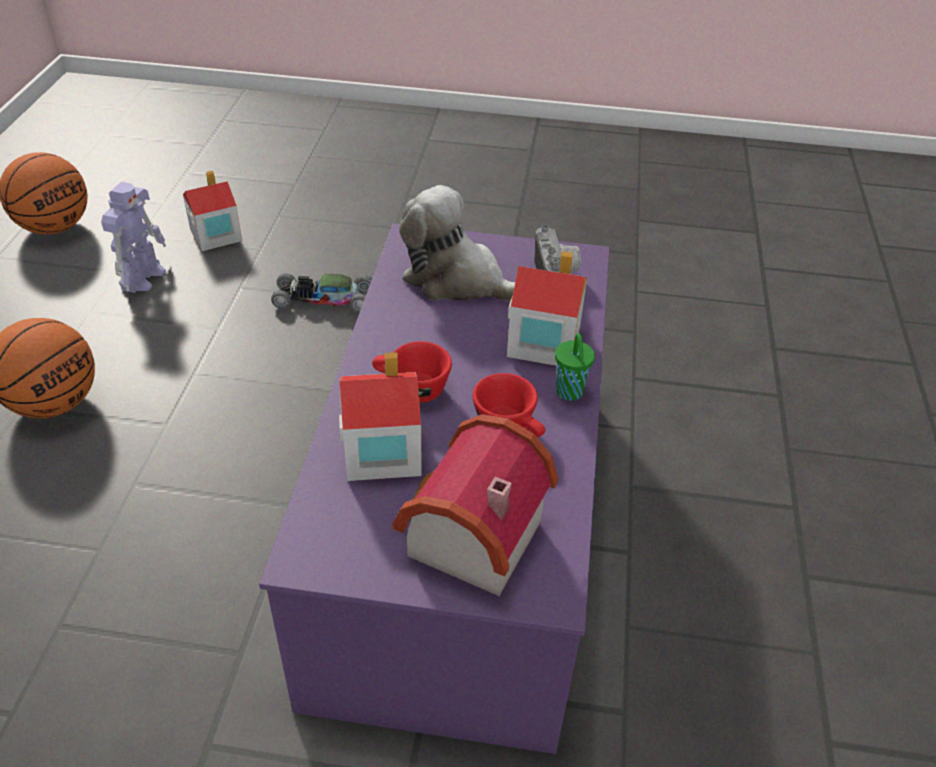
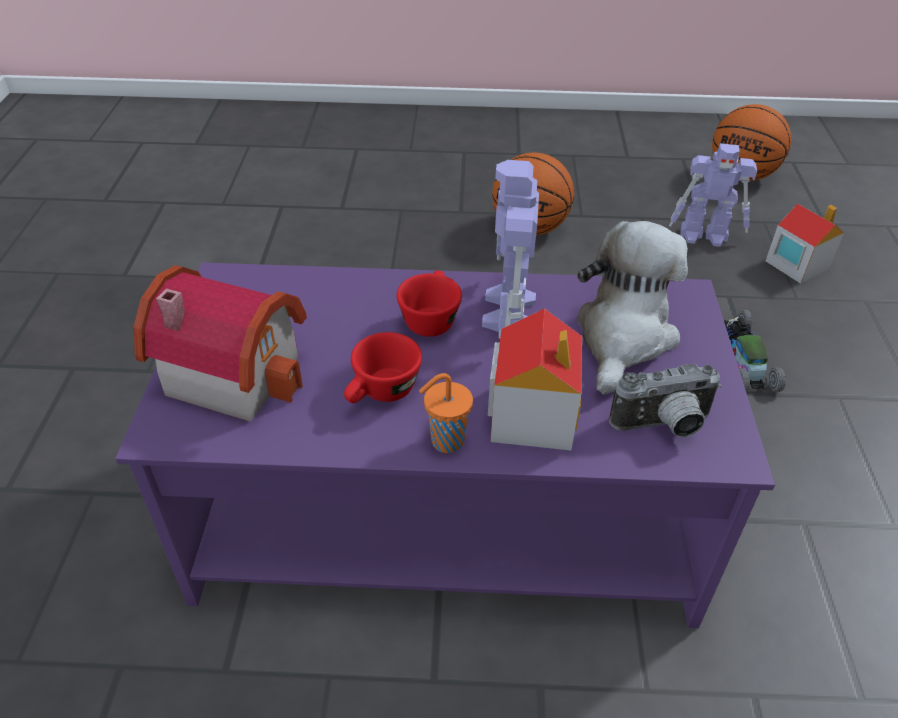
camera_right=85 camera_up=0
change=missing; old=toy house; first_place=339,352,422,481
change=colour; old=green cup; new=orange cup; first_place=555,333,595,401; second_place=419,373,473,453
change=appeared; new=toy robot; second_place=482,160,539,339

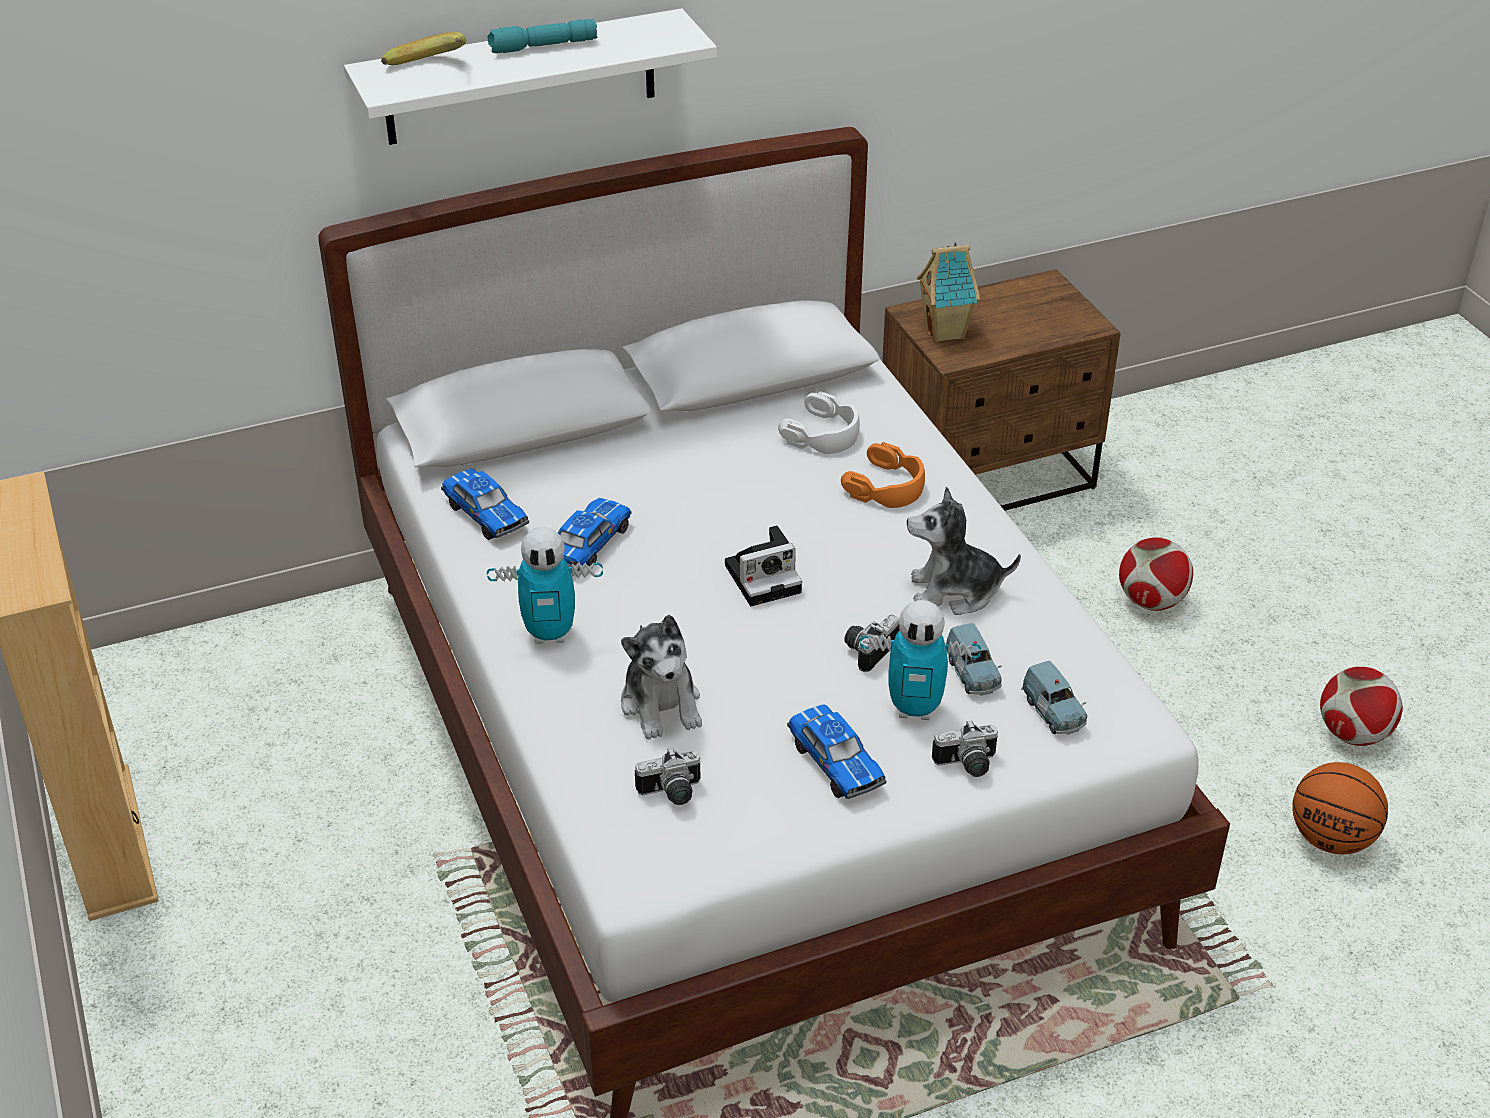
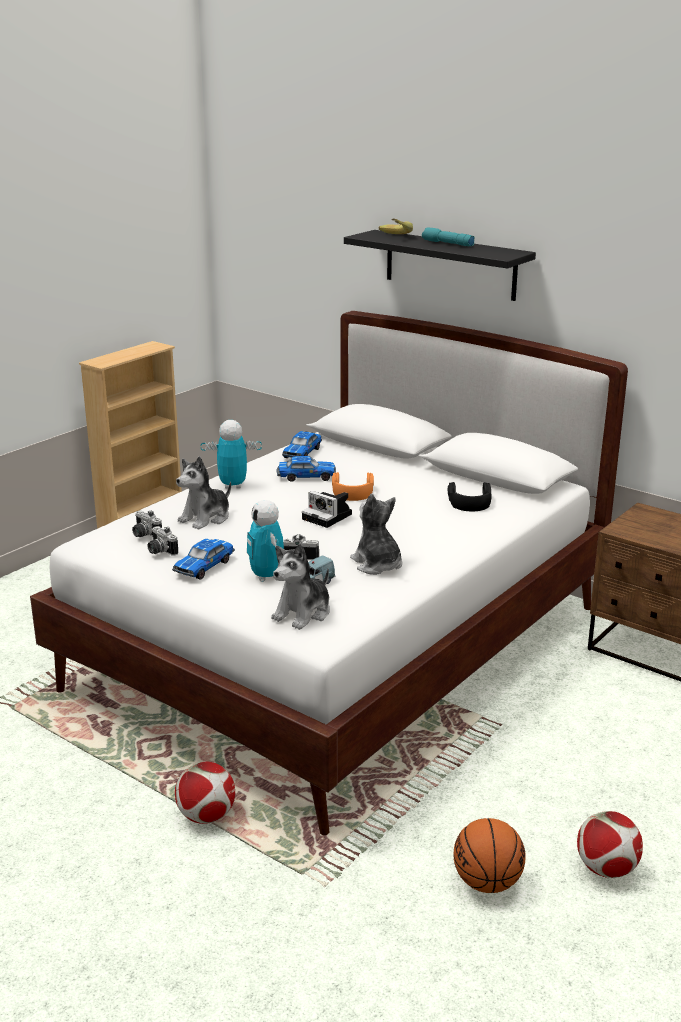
camera_right=60 camera_up=-15
change=colour; old=white shelf; new=black shelf; first_place=344,8,717,145; second_place=344,230,536,301
change=spun; old=toy robot; first_place=487,527,603,644; second_place=201,420,262,489; degrees=120
change=colour; old=white headphones; new=black headphones; first_place=778,391,860,454; second_place=448,482,491,511
change=relocated; old=orange headphones; first_place=841,442,925,508; second_place=332,472,374,501
change=missing; old=toy house; first_place=917,242,980,342
change=relocated; old=photo camera; first_place=932,720,998,777; second_place=147,526,178,556
change=exchanged; old=blue toy car; new=plush toy; first_place=1021,661,1087,735; second_place=271,543,330,630
change=relocated; old=football; first_place=1119,537,1193,611; second_place=175,762,235,824

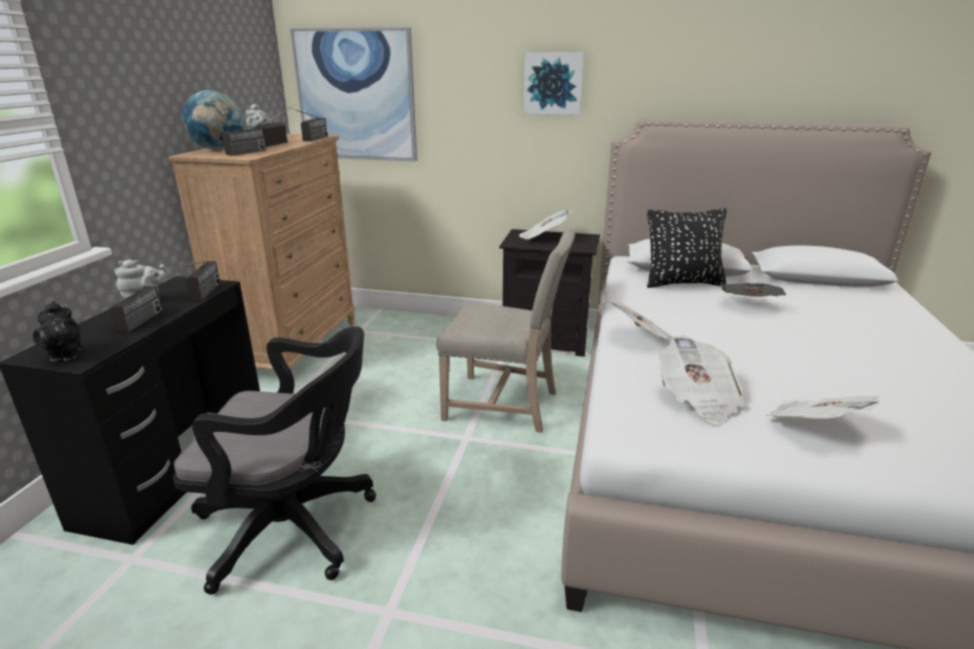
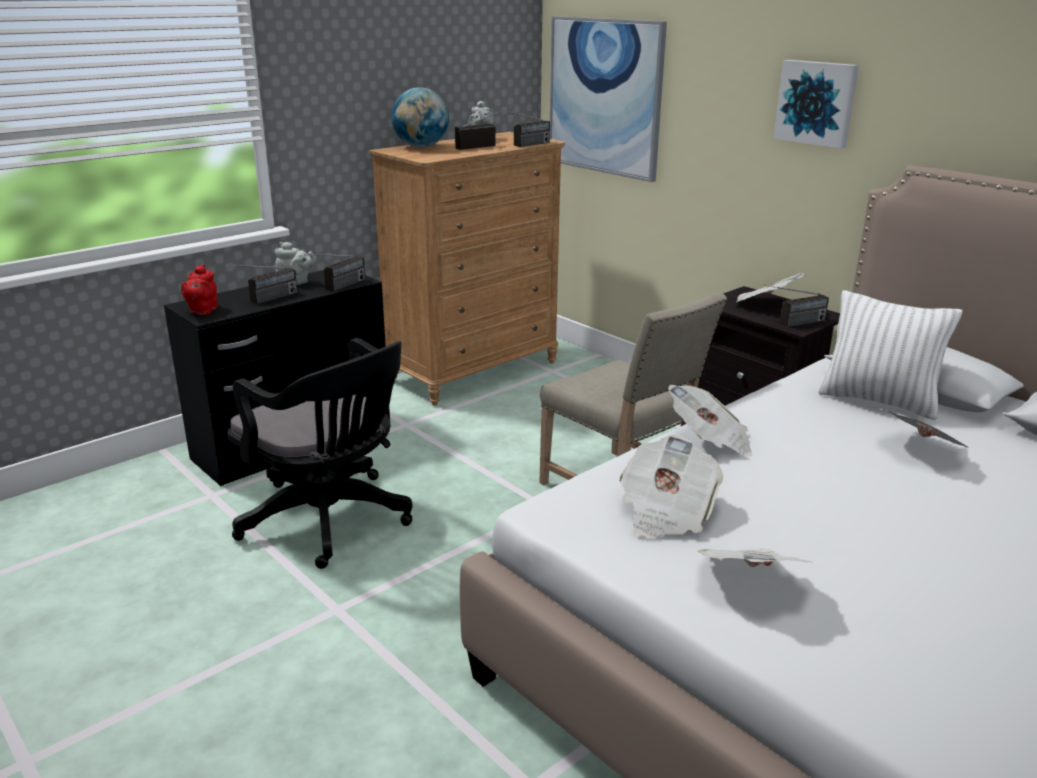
camera_right=35 camera_up=0
change=colour; old=black teapot; new=red teapot; first_place=33,301,82,362; second_place=181,264,218,315
change=relocated; old=radio; first_place=198,116,266,156; second_place=764,285,829,327
change=colour; old=black pillow; new=white pillow; first_place=647,208,727,288; second_place=819,290,962,420

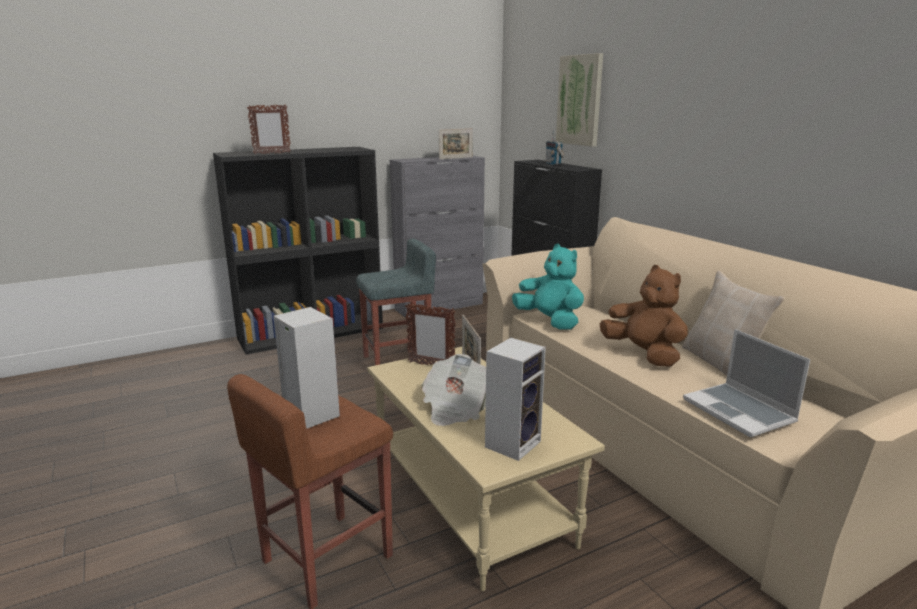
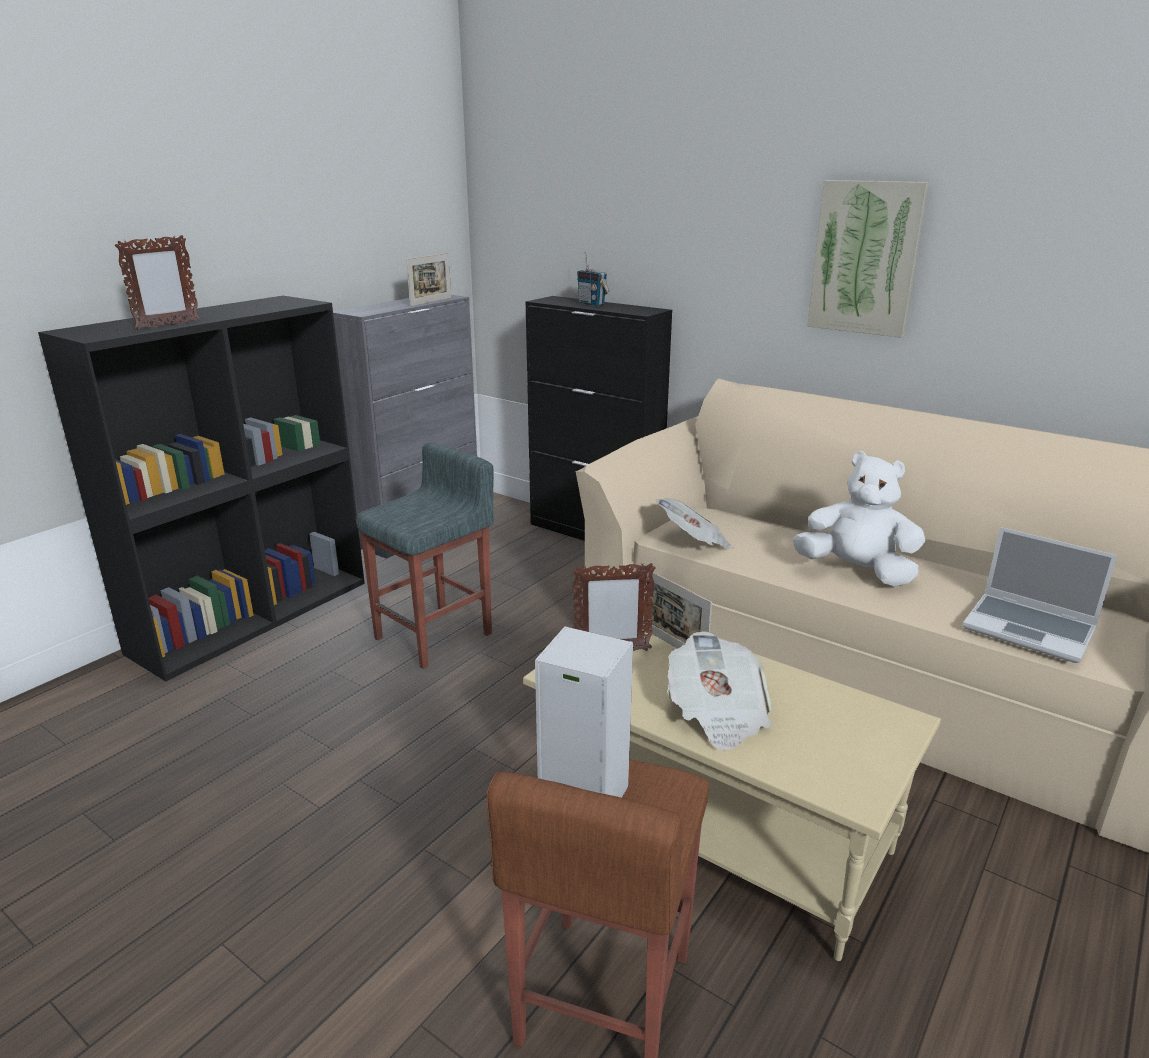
camera_right=-25 camera_up=5
change=missing; old=speaker; first_place=485,338,546,461
change=exchanged; old=turquoise plush toy; new=newspaper; first_place=512,244,584,330; second_place=656,498,734,549
change=relocated; old=picture; first_place=556,53,603,147; second_place=807,180,929,338
change=colour; old=brown plush toy; new=white plush toy; first_place=600,265,688,367; second_place=793,451,925,586
change=missing; old=beige pillow; first_place=682,271,785,376

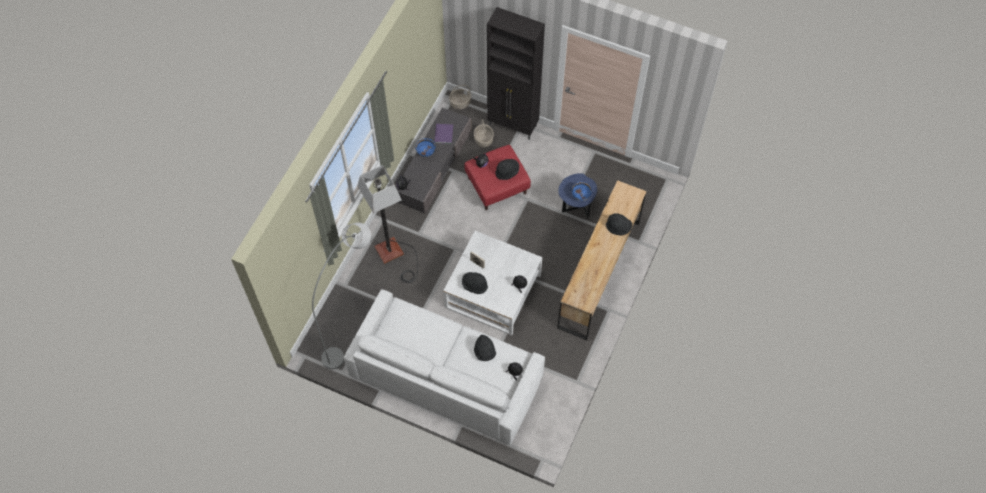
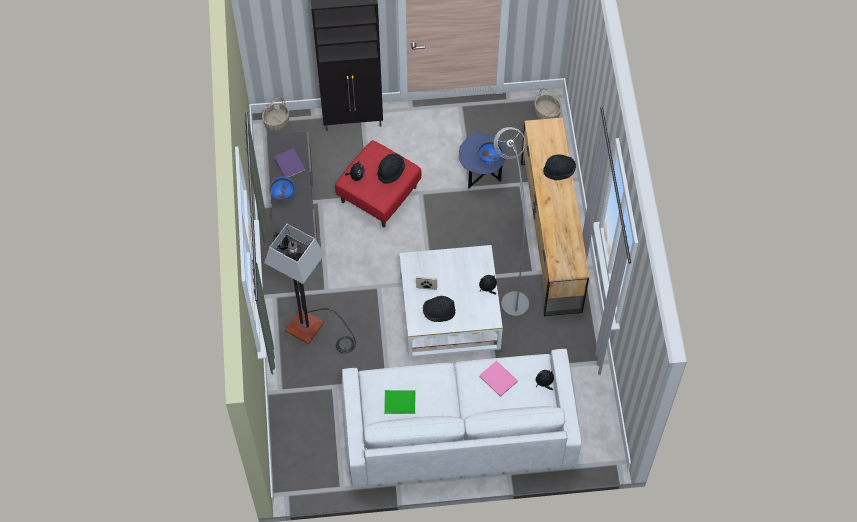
camera_right=-30 camera_up=0
change=relocated; old=grey floor lamp; first_place=312,223,371,369; second_place=494,127,529,318
change=relocated; old=basket; first_place=474,120,494,147; second_place=535,88,562,119
change=exchanged; old=black hat; new=pink book; first_place=474,335,496,361; second_place=479,361,518,397
change=appeared; new=green book; second_place=384,390,415,414

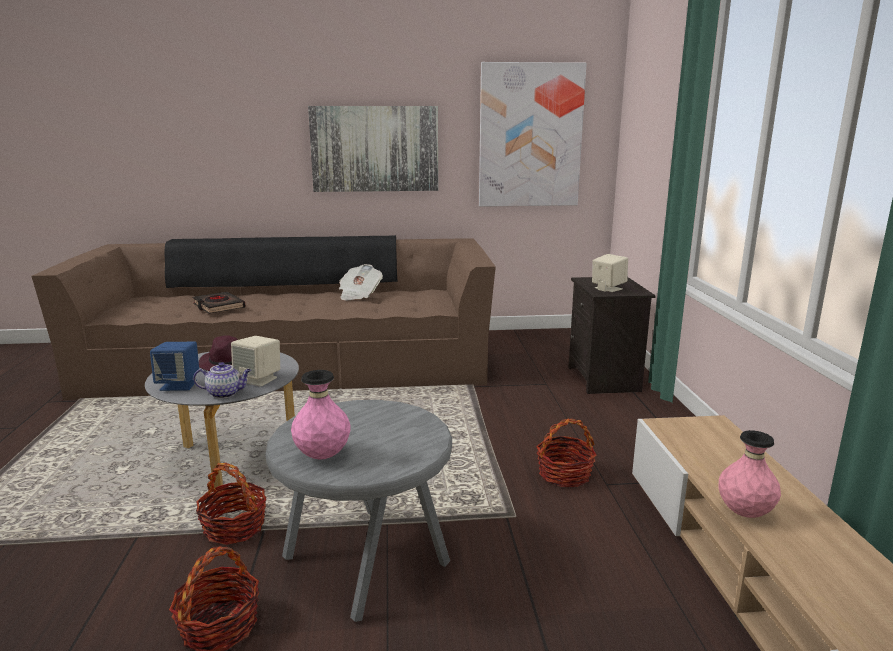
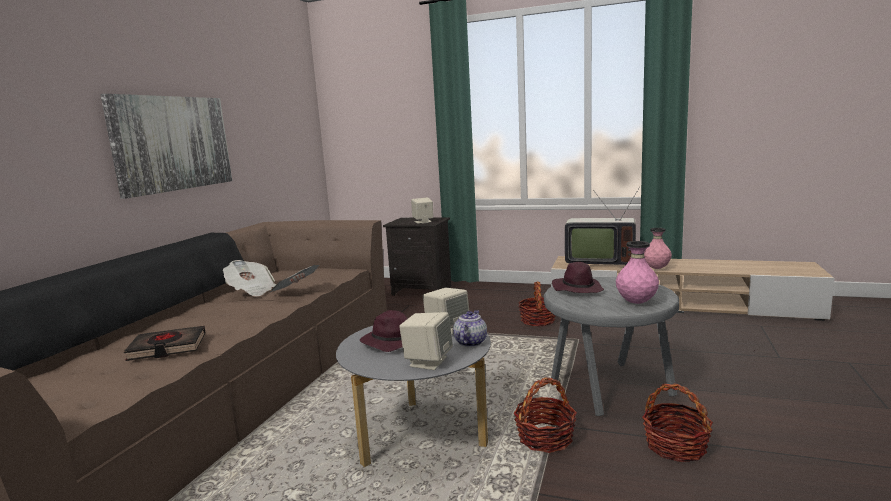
camera_right=-65 camera_up=-5
change=colour; old=blue speaker; new=beige speaker; first_place=150,342,199,391; second_place=399,312,453,370
change=missing; old=picture; first_place=479,62,587,207
change=appeared; new=newspaper; second_place=270,265,320,292
change=appeared; new=purple hat; second_place=552,262,604,293
change=appeared; new=television; second_place=565,187,640,265

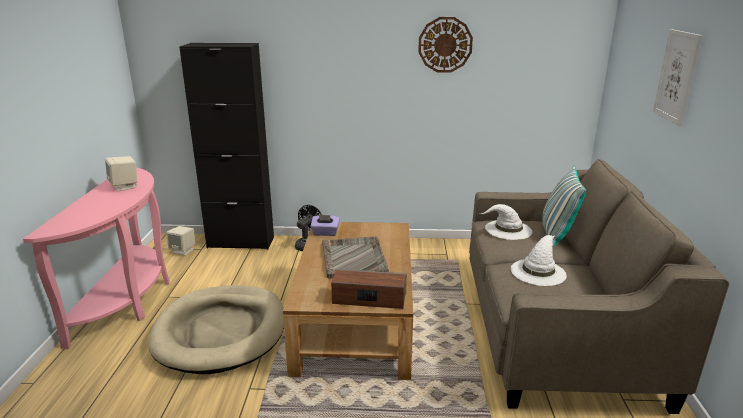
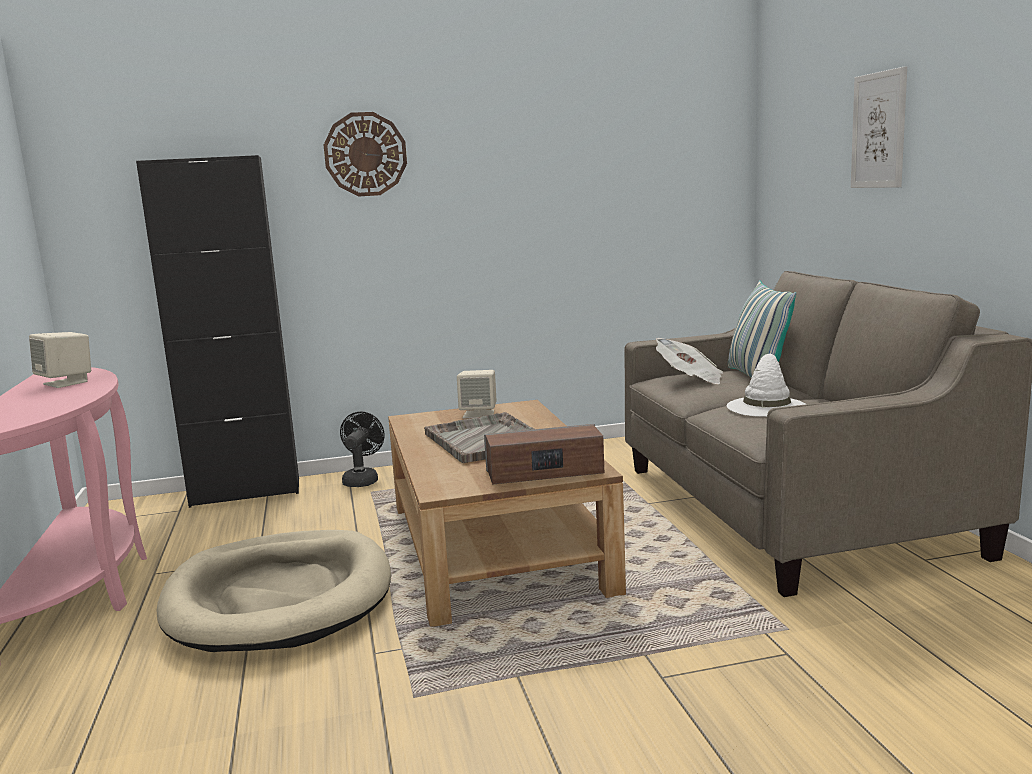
camera_right=-15 camera_up=-10
change=relocated; old=beige speaker; first_place=166,226,195,255; second_place=457,370,497,419
change=missing; old=purple tissue box; first_place=310,214,340,236
change=relocated; old=wall clock; first_place=418,17,473,72; second_place=324,112,407,196
change=exchanged; old=white hat; new=newspaper; first_place=480,204,532,240; second_place=656,338,723,385

